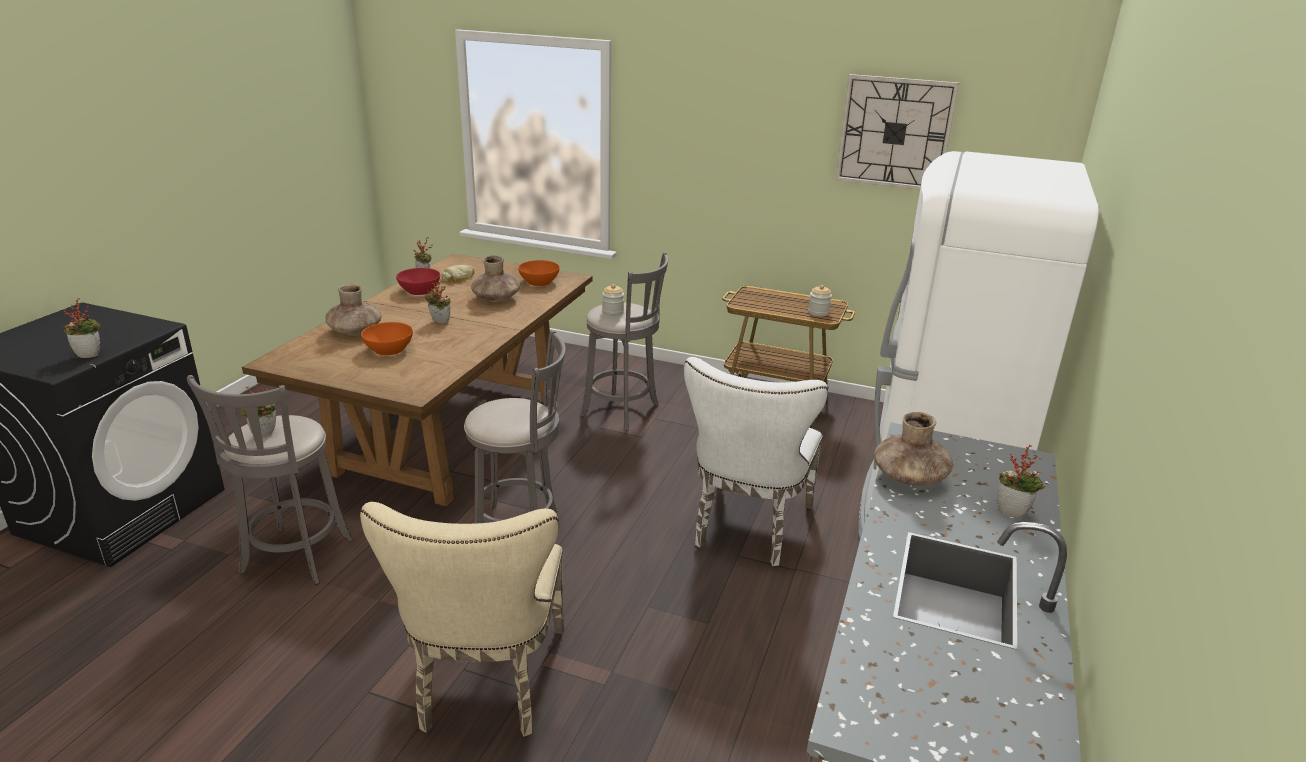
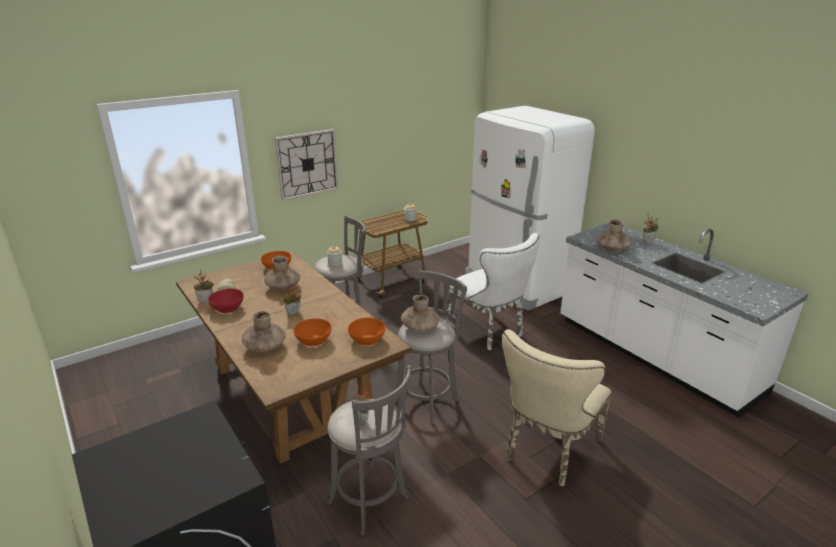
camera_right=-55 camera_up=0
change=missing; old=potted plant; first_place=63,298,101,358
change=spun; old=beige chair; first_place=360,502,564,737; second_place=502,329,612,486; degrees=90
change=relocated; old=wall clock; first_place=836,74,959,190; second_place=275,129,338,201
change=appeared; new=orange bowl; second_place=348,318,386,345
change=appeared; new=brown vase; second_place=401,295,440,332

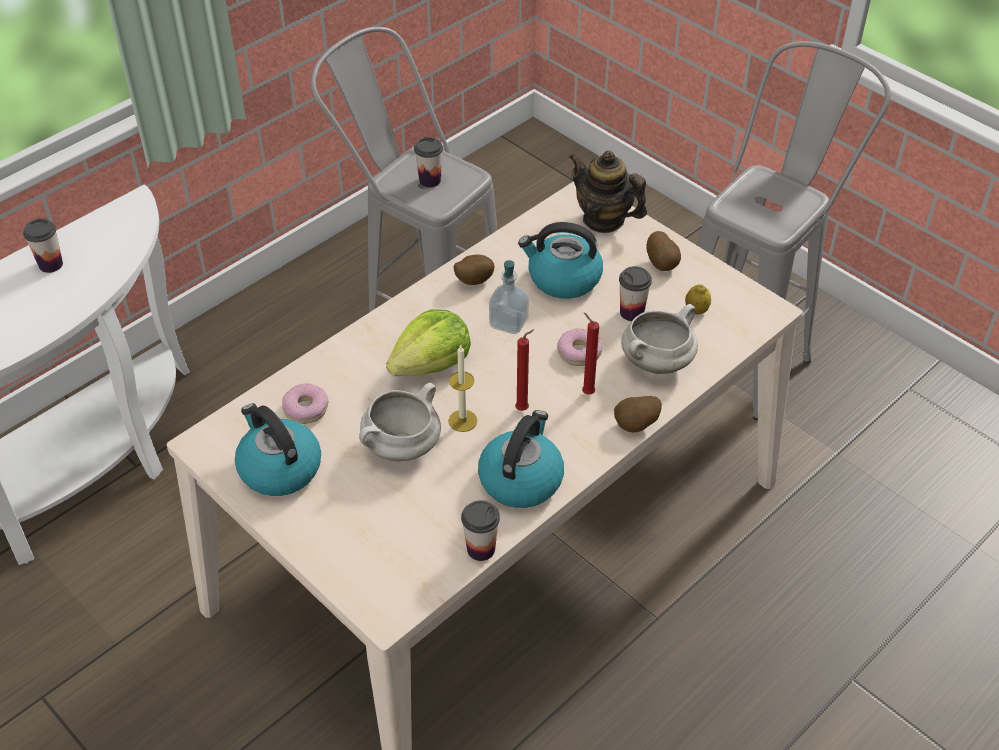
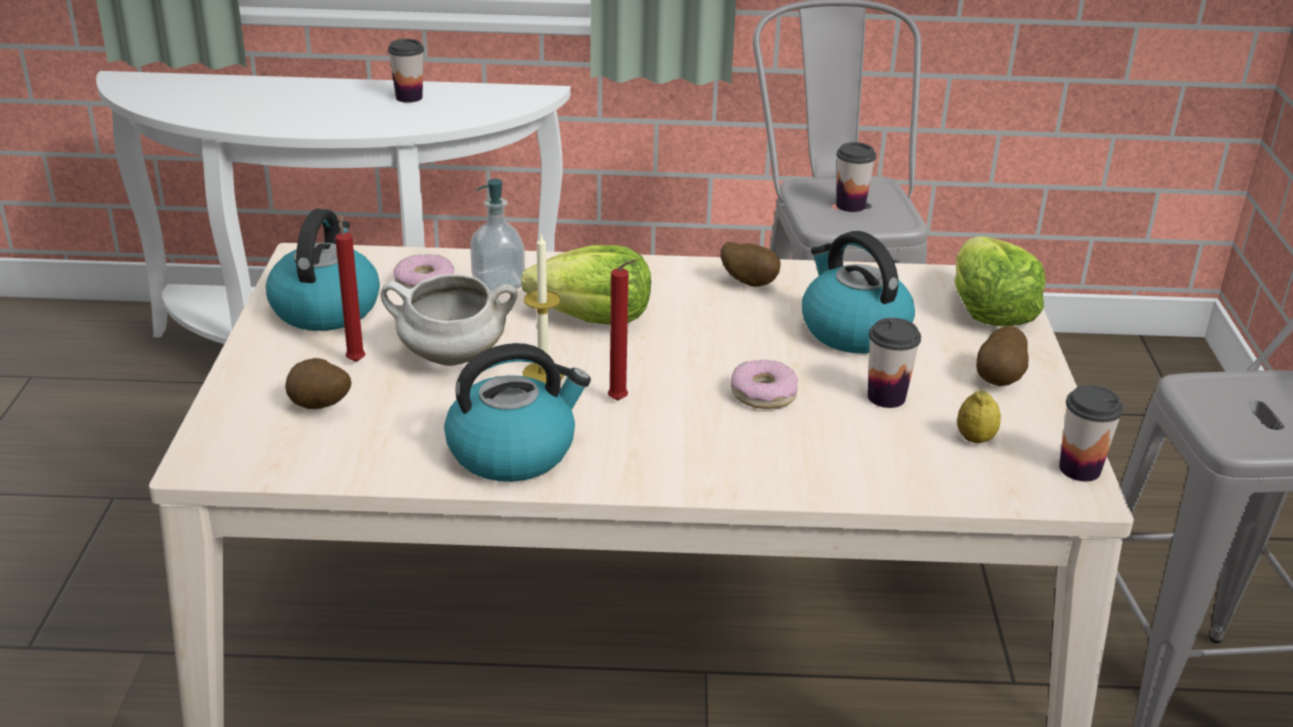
camera_right=45 camera_up=-15
change=relocated; old=cup; first_place=461,500,500,561; second_place=1059,385,1124,482
change=relocated; old=soap dispenser; first_place=489,260,529,334; second_place=470,179,525,291
change=exchanged; old=teapot; new=lettuce; first_place=569,150,647,233; second_place=955,236,1046,326
change=relocated; old=red candle; first_place=582,312,599,395; second_place=335,214,365,362
change=relocated; old=potato; first_place=614,396,662,432; second_place=285,358,351,409
change=missing; old=white cooking pot; first_place=621,304,698,374

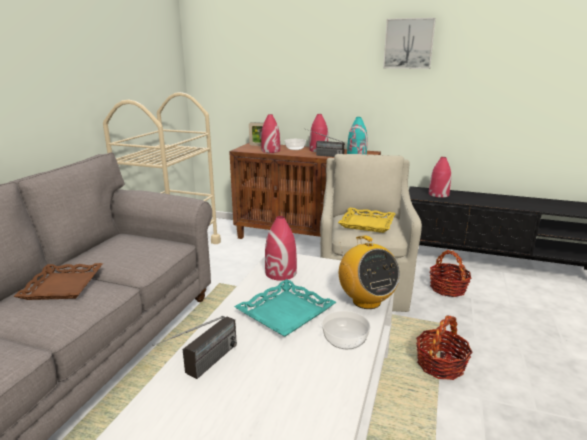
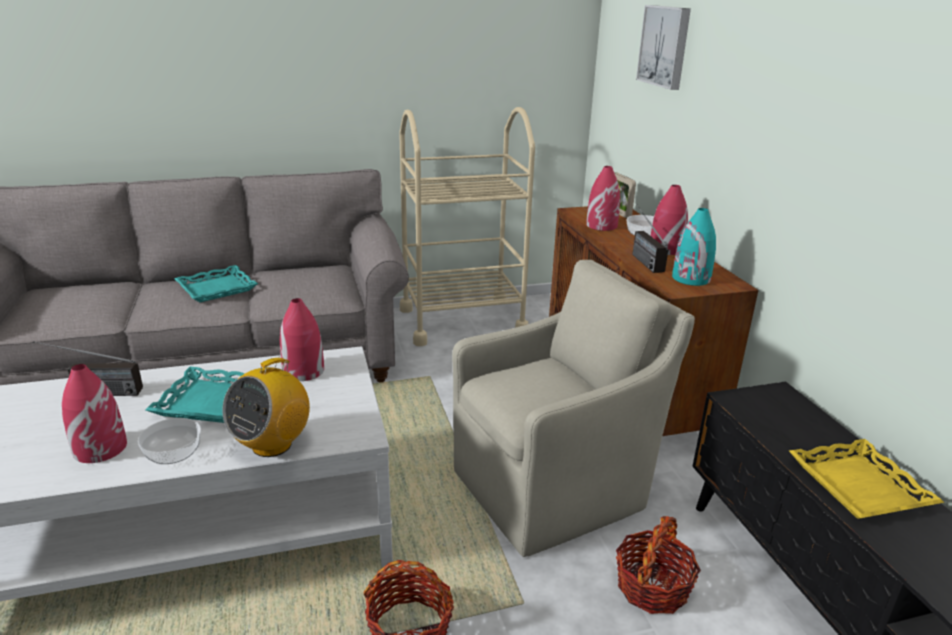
camera_right=55 camera_up=5
change=colour; old=brown tray; new=turquoise tray; first_place=13,263,103,300; second_place=175,265,258,302
change=relocated; old=yellow tray; first_place=338,207,396,233; second_place=789,439,945,519
change=relocated; old=picture; first_place=383,18,436,69; second_place=636,5,691,90
change=relocated; old=red vase; first_place=429,157,451,198; second_place=62,364,127,463

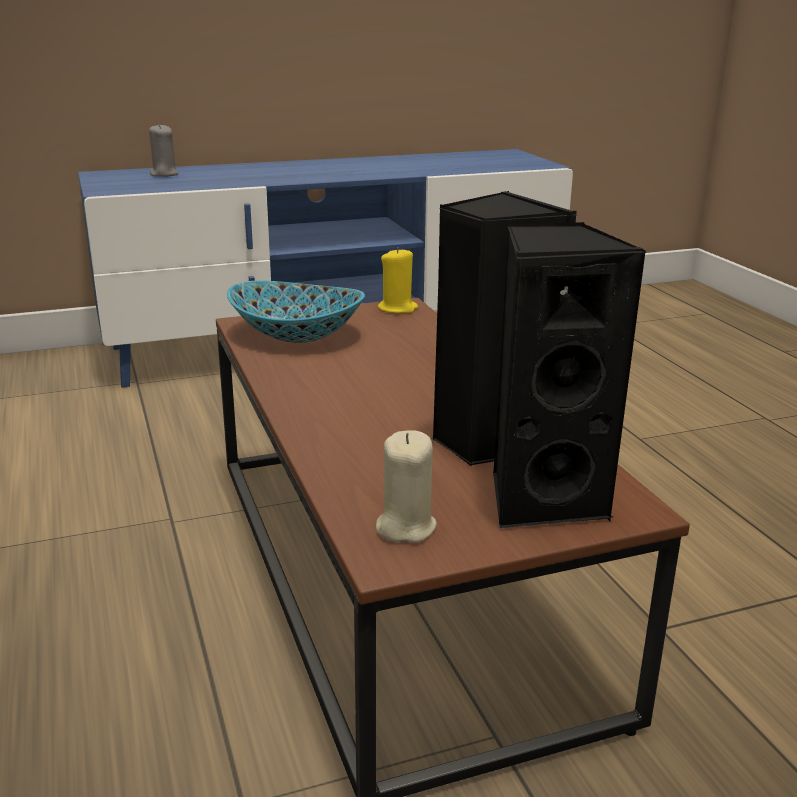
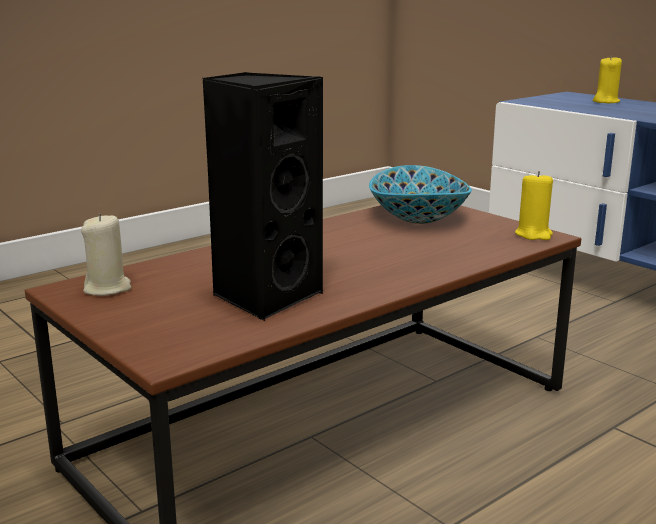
camera_right=70 camera_up=-5
change=colour; old=grey candle; new=yellow candle; first_place=149,123,178,177; second_place=592,55,622,103
change=missing; old=black speaker; first_place=493,222,646,530

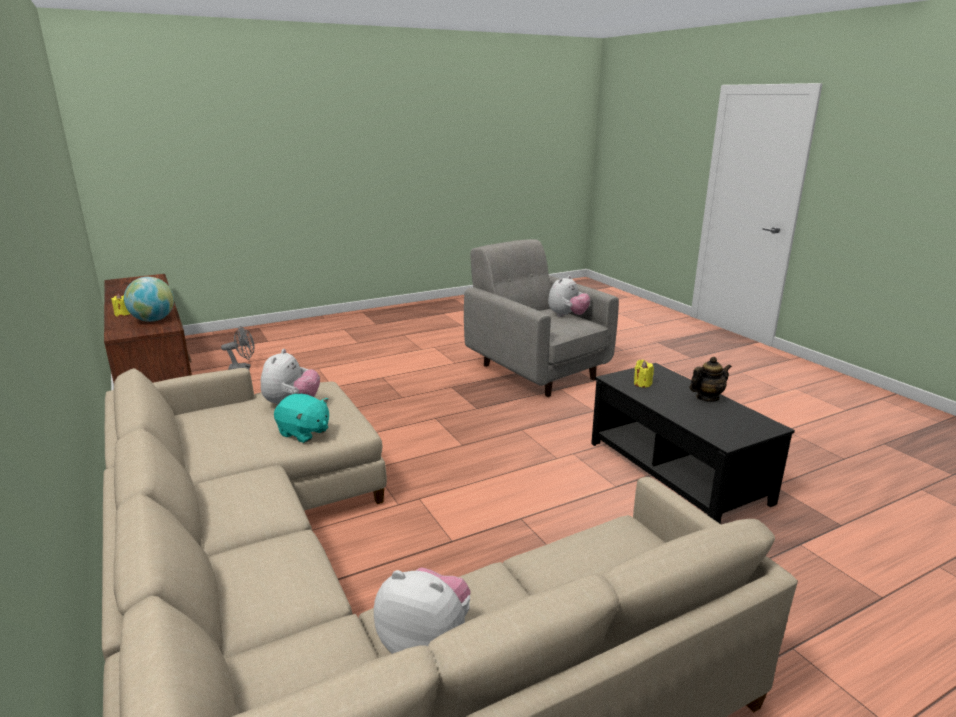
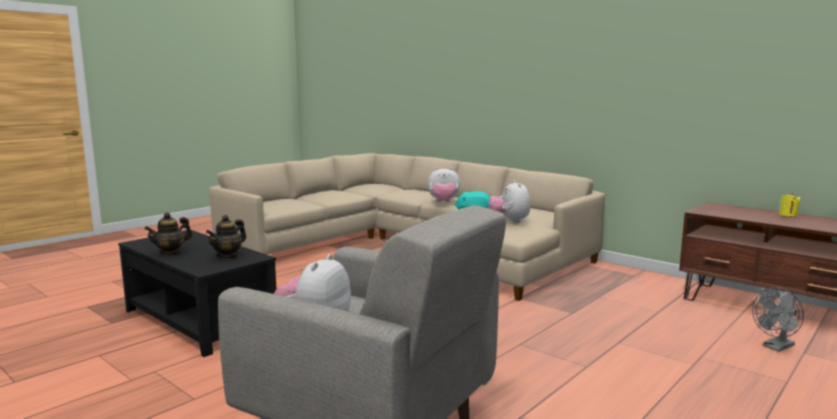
camera_right=160 camera_up=-10
change=missing; old=globe; first_place=124,277,174,322
change=relocated; old=plush toy; first_place=374,568,471,654; second_place=428,167,460,202
change=exchanged; old=yellow candle; new=teapot; first_place=634,360,654,388; second_place=206,215,246,260

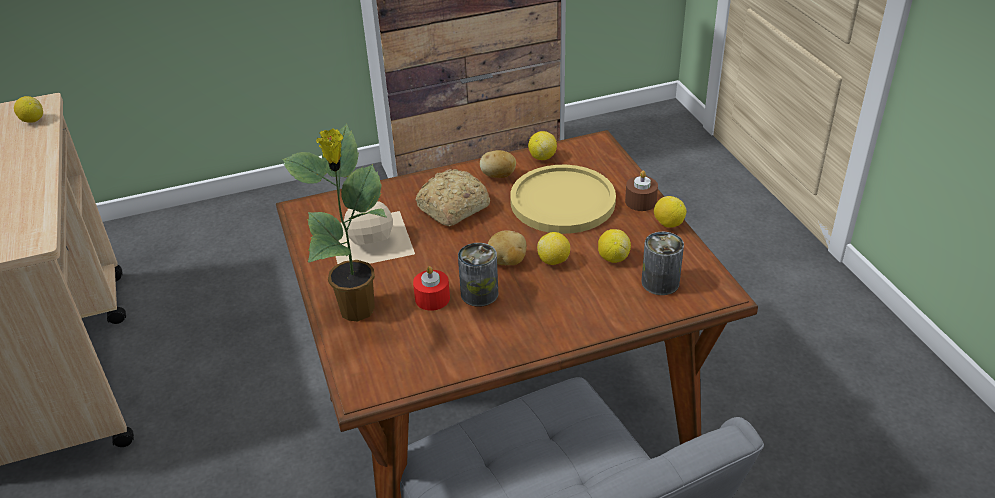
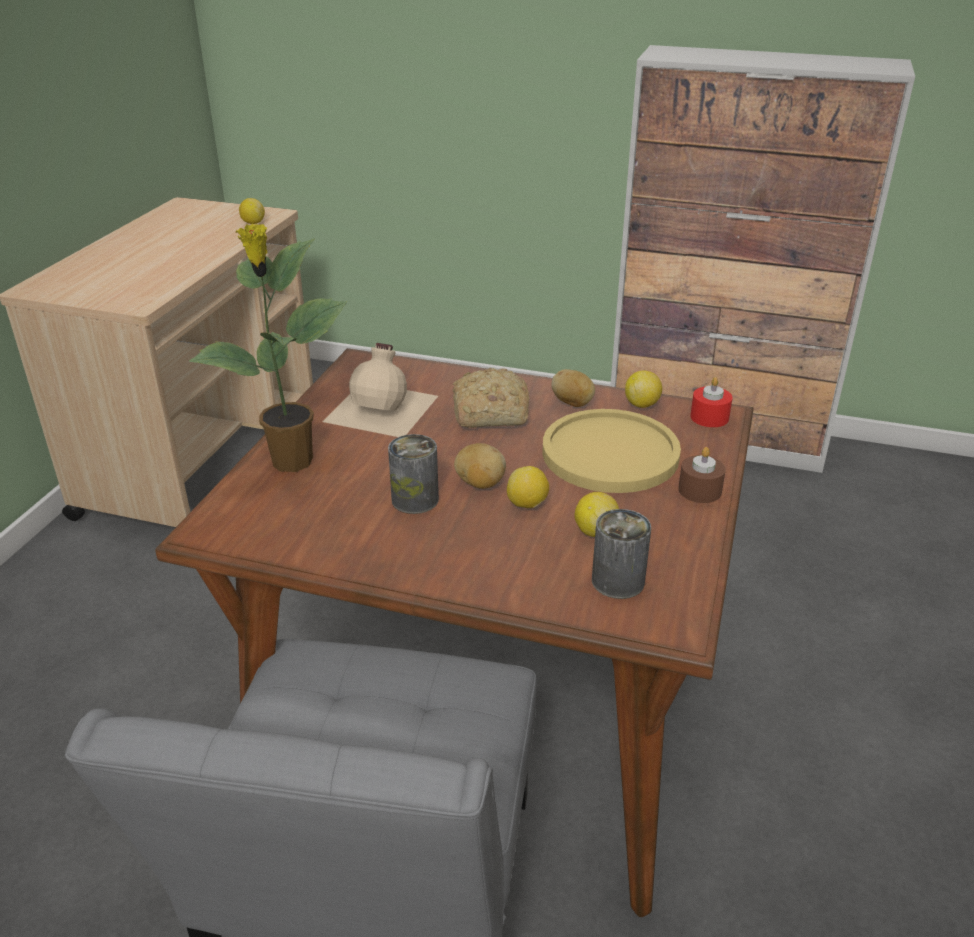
camera_right=35 camera_up=-5
change=relocated; old=red candle; first_place=413,266,450,311; second_place=690,377,732,427
change=missing; old=lemon; first_place=654,196,686,228

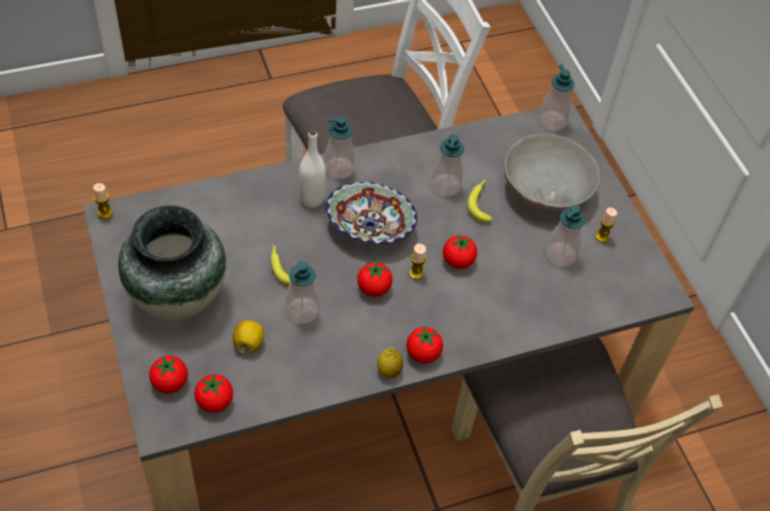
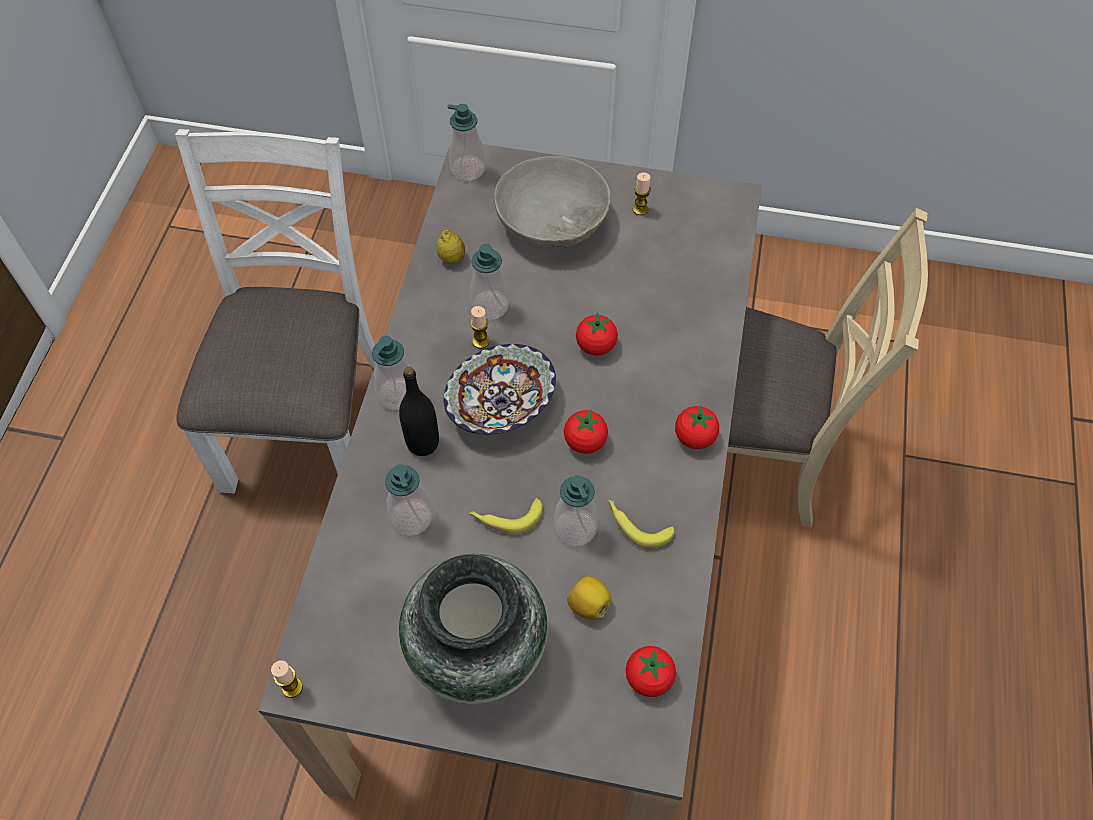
camera_right=-55 camera_up=5
change=missing; old=tomato; first_place=149,355,188,393
change=colour; old=white bottle; new=black bottle; first_place=299,129,326,208; second_place=399,367,439,456
change=relocated; old=lemon; first_place=377,347,403,378; second_place=436,230,465,264
change=relocated; old=candle; first_place=409,244,426,279; second_place=470,306,490,349
change=relocated; old=banana; first_place=467,179,493,223; second_place=608,500,675,549
change=relocated; old=soap dispenser; first_place=546,205,585,267; second_place=385,464,432,536

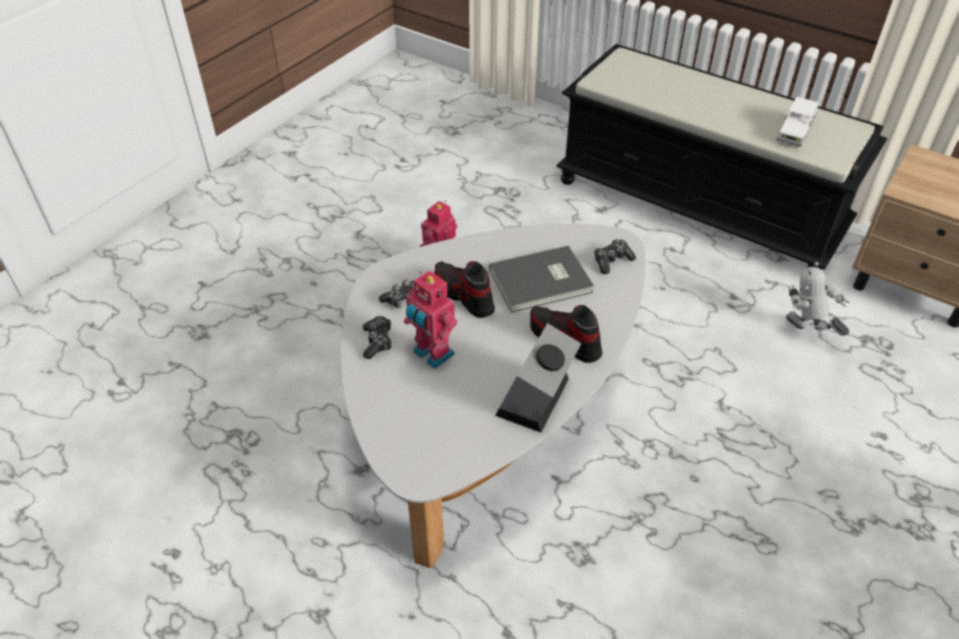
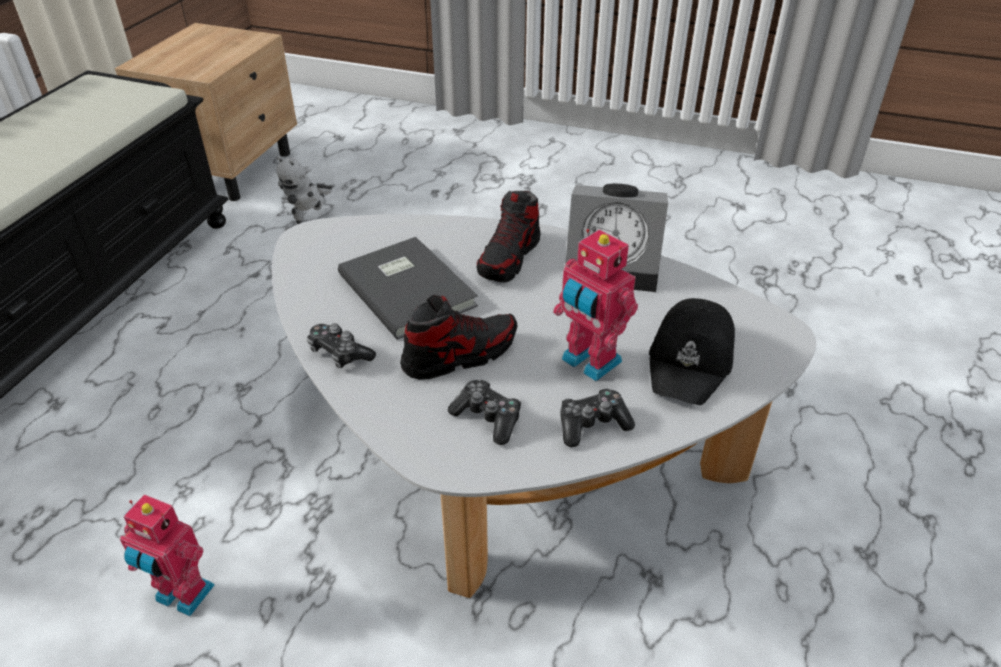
camera_right=-105 camera_up=-5
change=spun; old=toy robot; first_place=404,270,457,369; second_place=553,229,638,381; degrees=105
change=spun; old=shoe; first_place=434,261,495,318; second_place=400,295,517,380; degrees=-150
change=relocated; old=game controller; first_place=594,239,636,274; second_place=307,323,376,368
change=missing; old=white toy car; first_place=776,97,819,147
change=appeared; new=black cap; second_place=649,298,735,405

